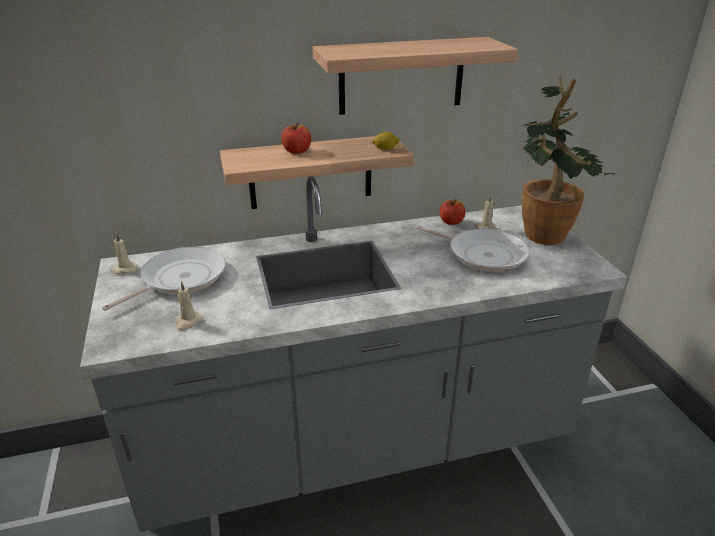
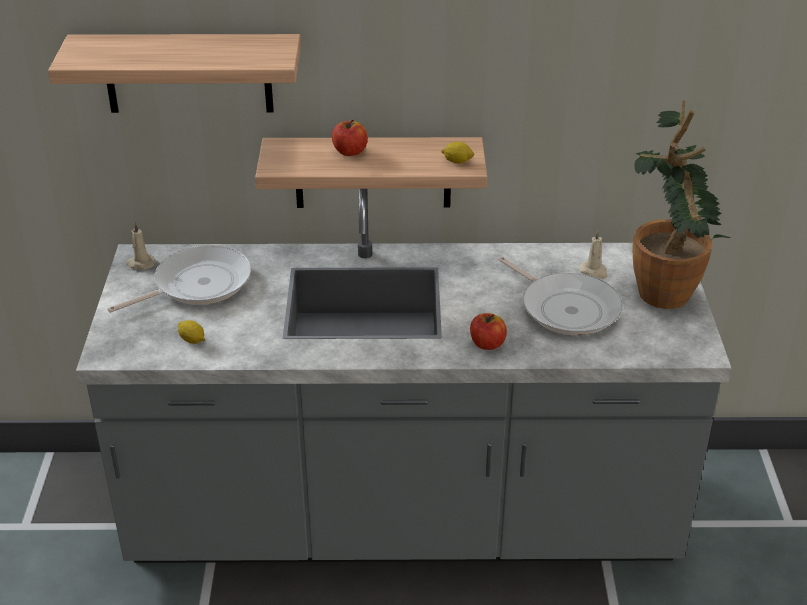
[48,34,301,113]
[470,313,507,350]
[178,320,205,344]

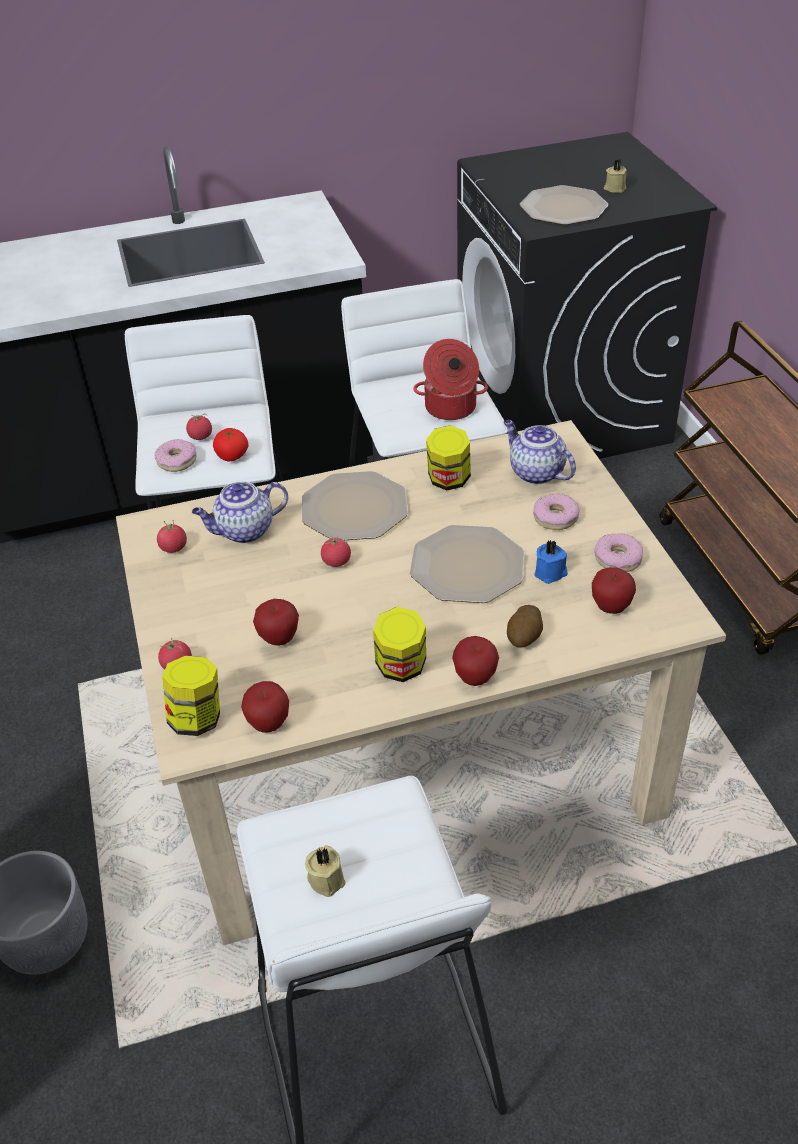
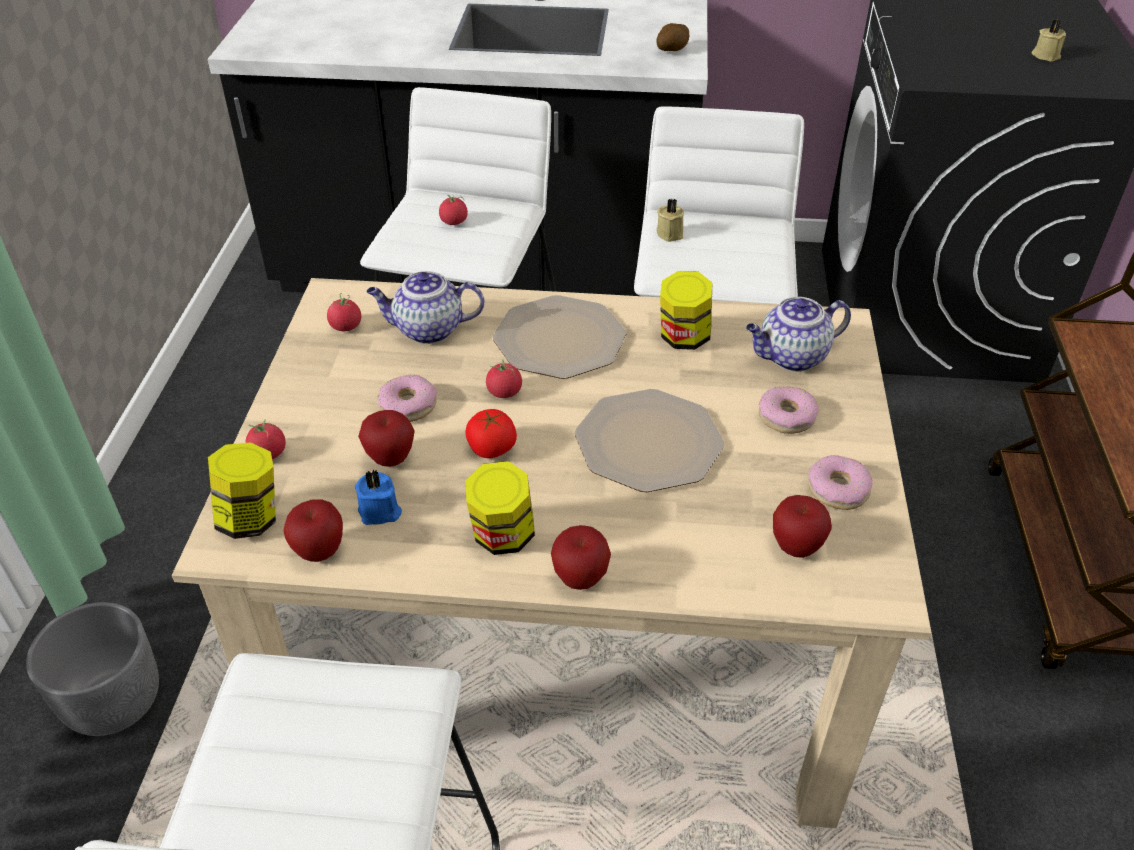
[520,185,608,225] (first image)
[413,339,488,420] (first image)
[746,297,851,372]
[465,409,517,458]
[378,375,437,422]
[355,469,402,525]
[657,23,689,51]
[656,199,684,242]

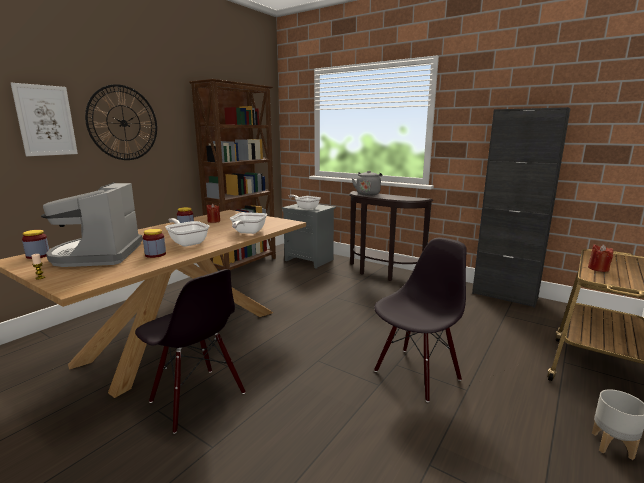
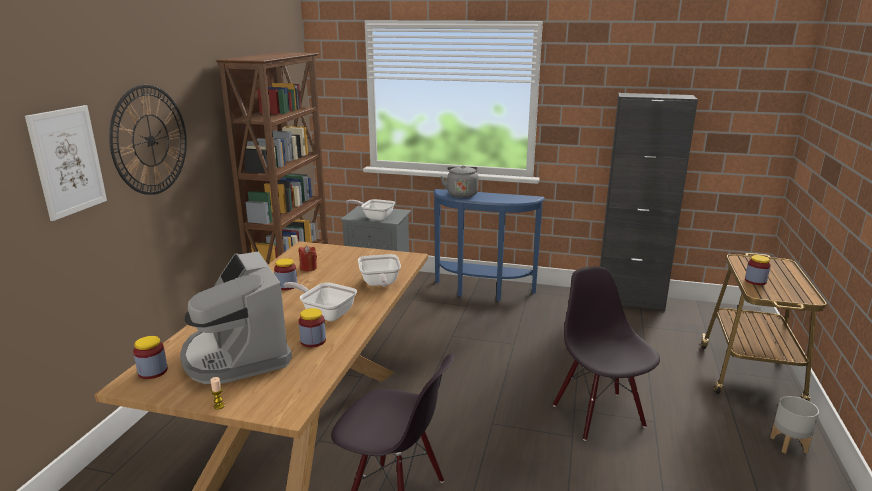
[434,189,545,301]
[553,266,660,441]
[745,255,771,285]

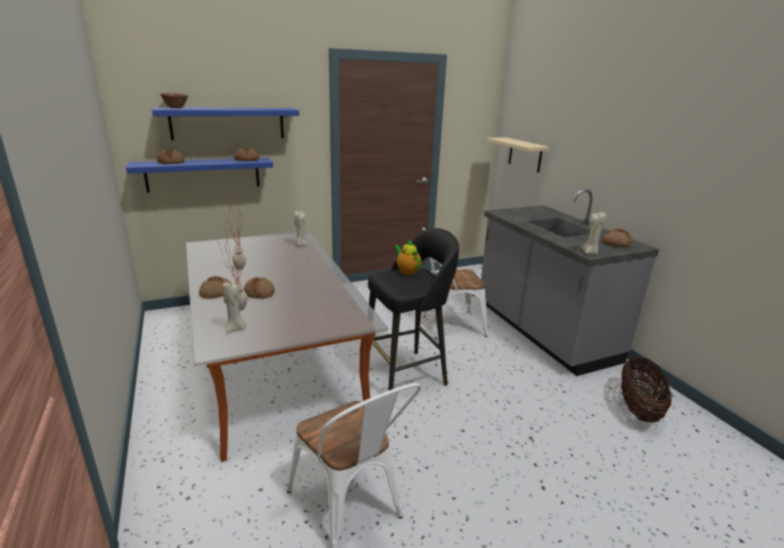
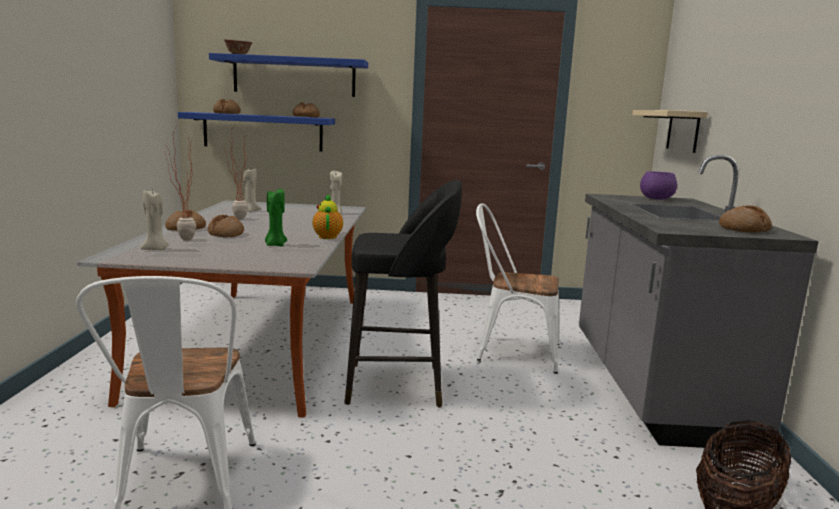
[243,167,261,212]
[312,194,343,239]
[640,171,677,200]
[265,188,287,246]

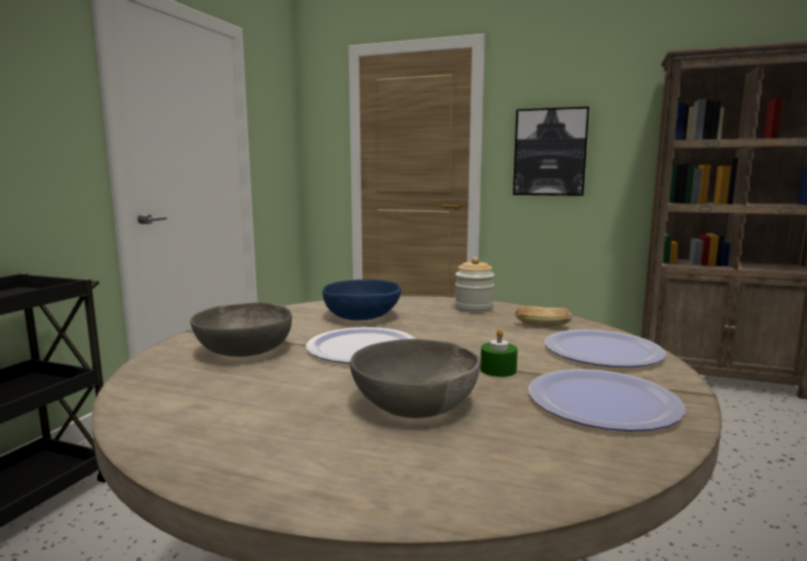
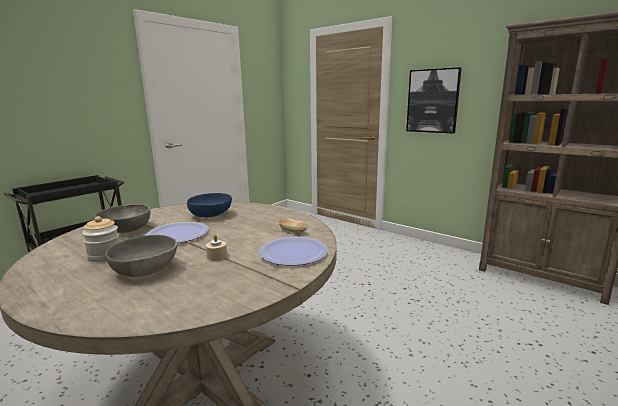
[82,216,120,262]
[206,234,227,261]
[529,369,685,431] (first image)

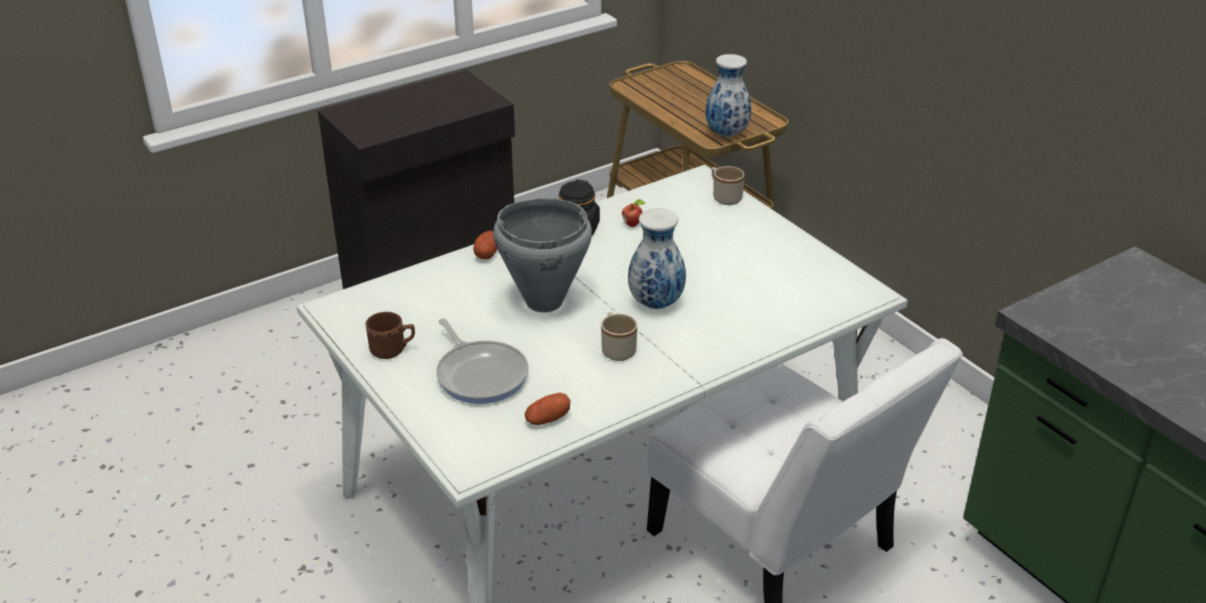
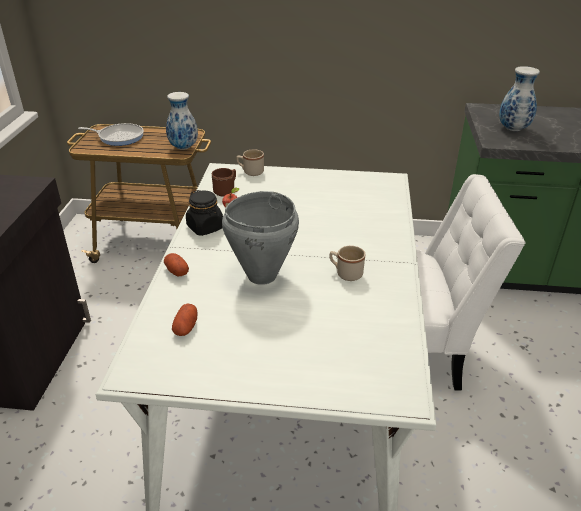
[499,66,540,131]
[212,168,236,196]
[78,123,144,146]
[172,304,198,336]

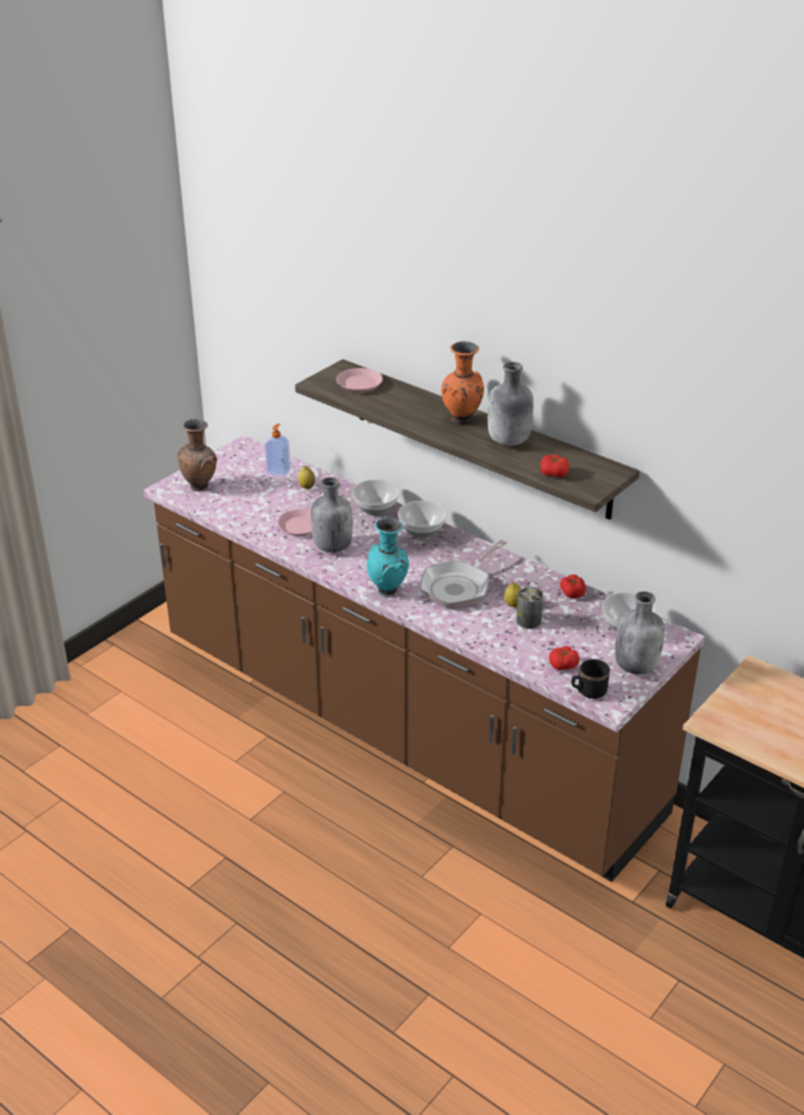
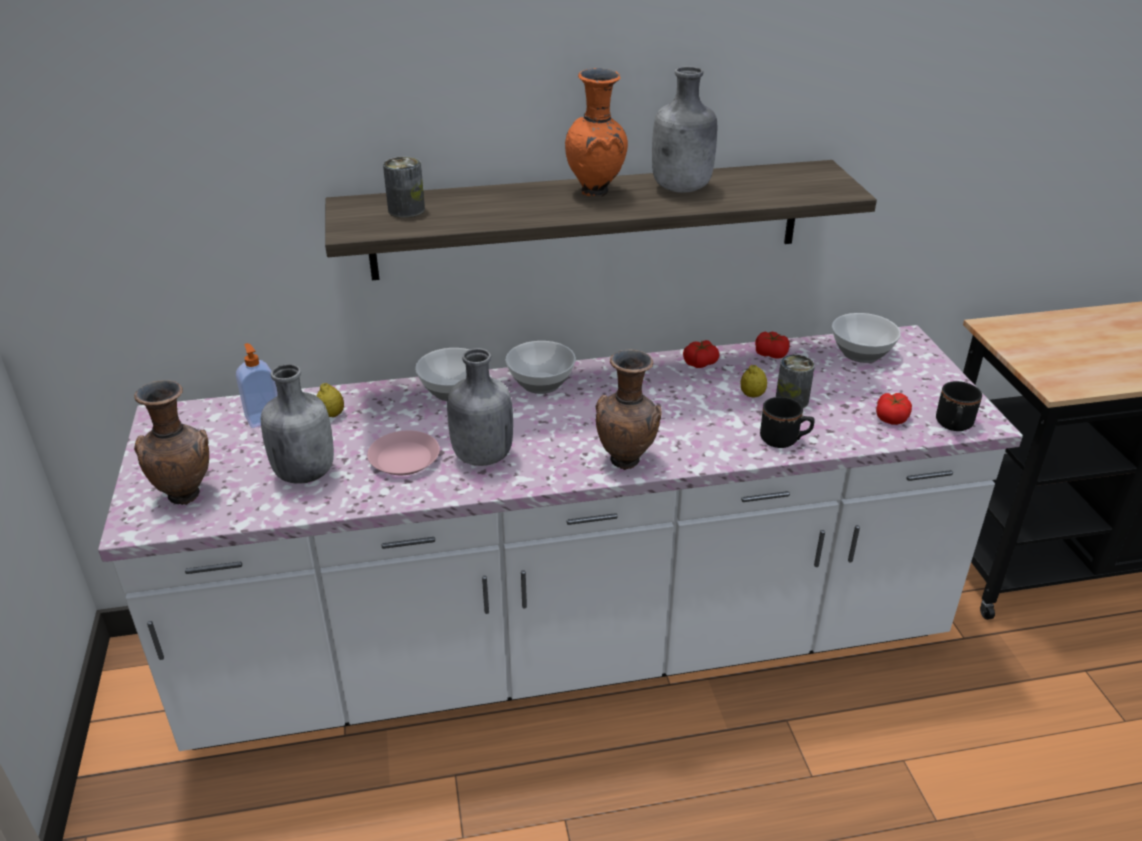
[383,156,425,218]
[98,325,1023,751]
[683,340,719,368]
[596,349,662,470]
[420,540,507,609] (first image)
[261,364,334,484]
[760,397,815,448]

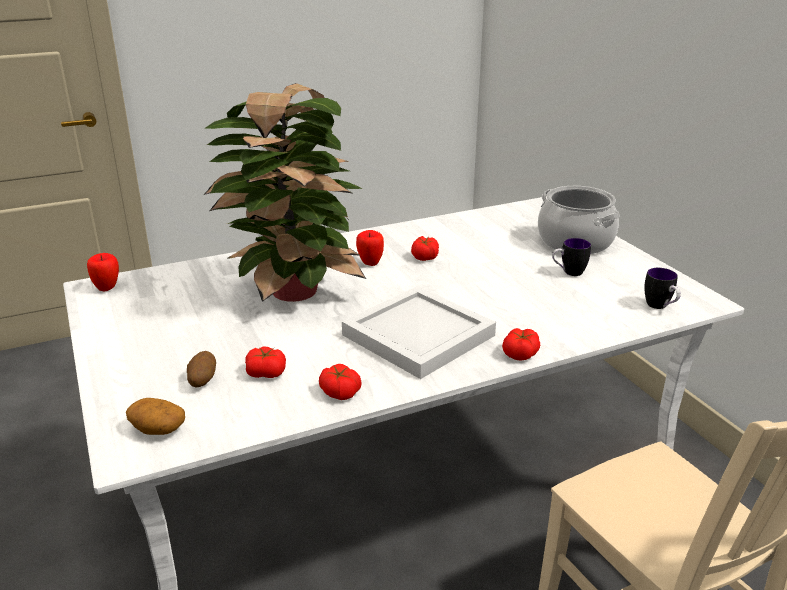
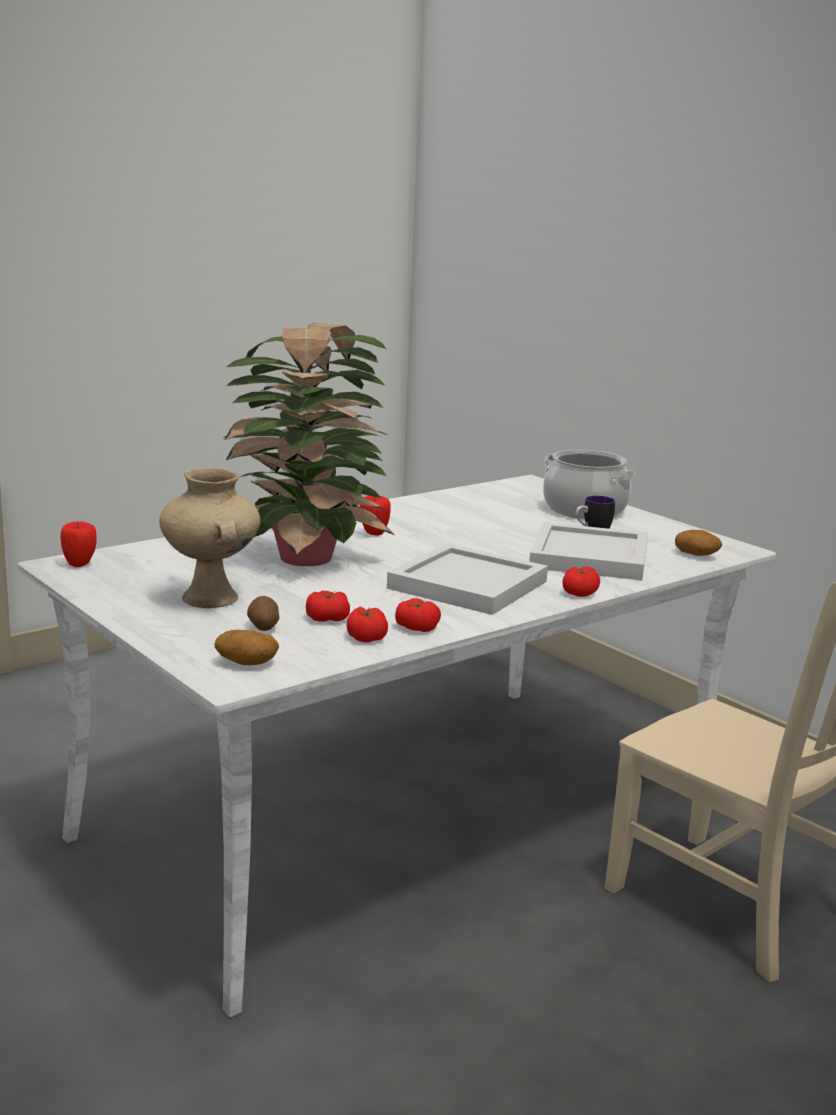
[347,607,388,642]
[675,530,722,556]
[159,468,260,608]
[529,522,648,580]

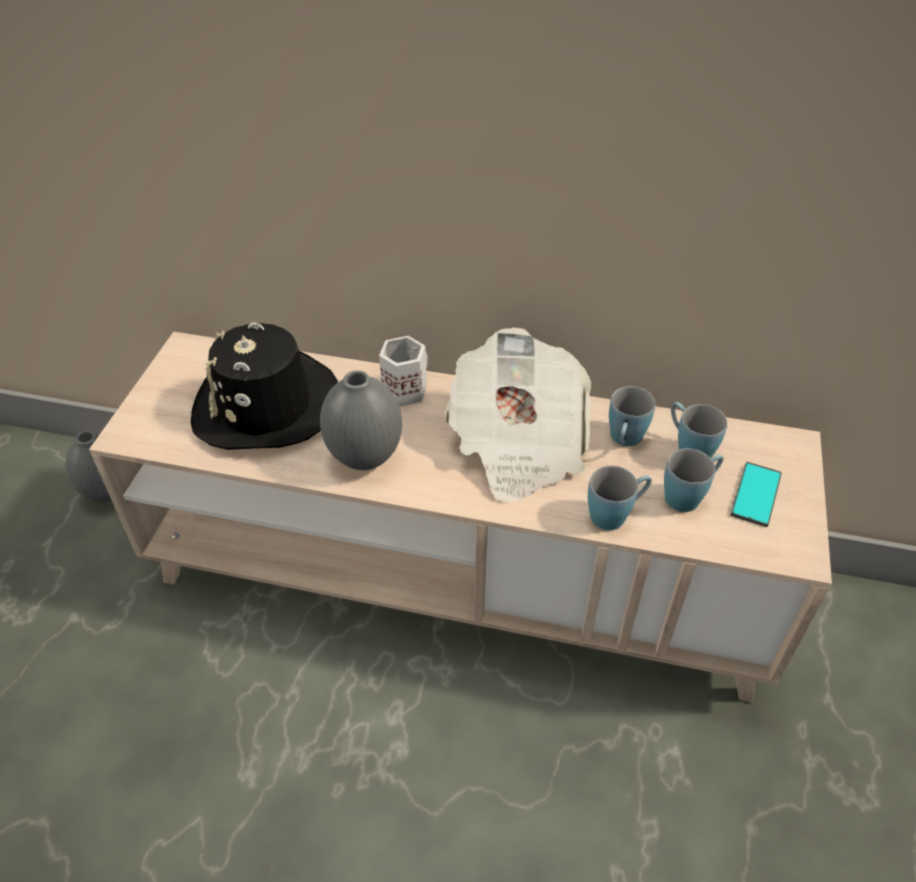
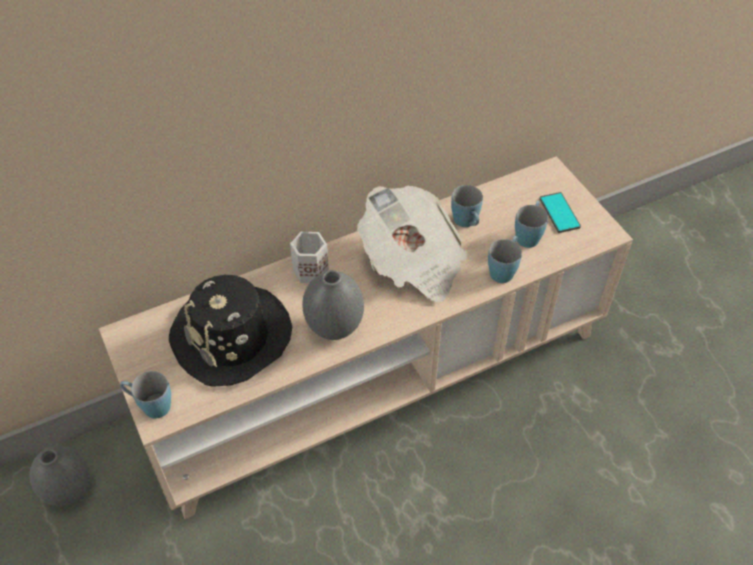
[120,371,171,419]

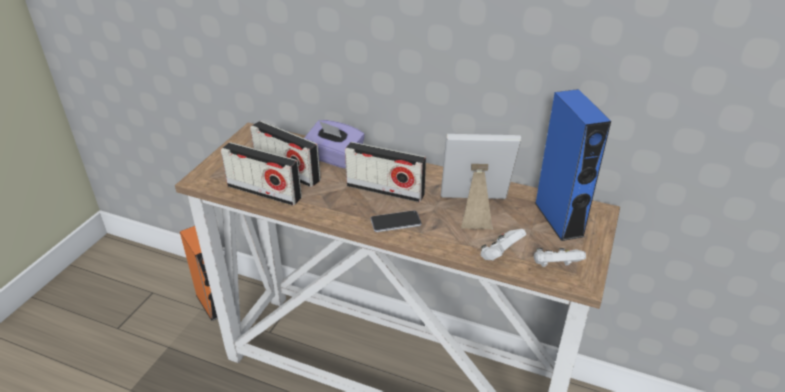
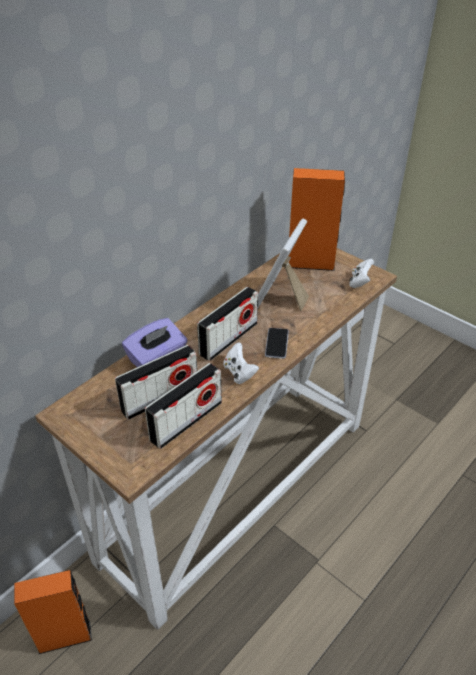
[288,168,345,271]
[223,342,259,384]

